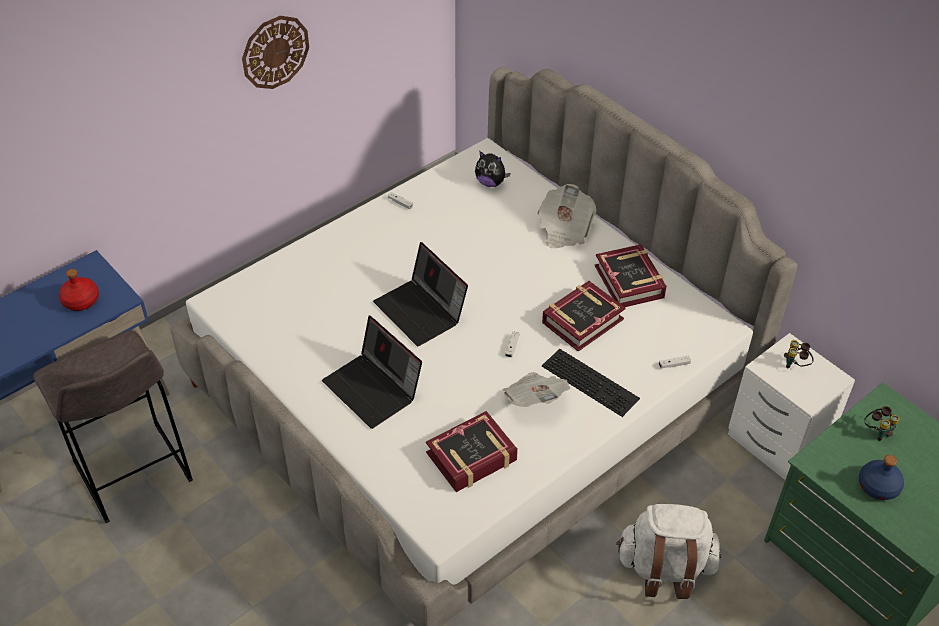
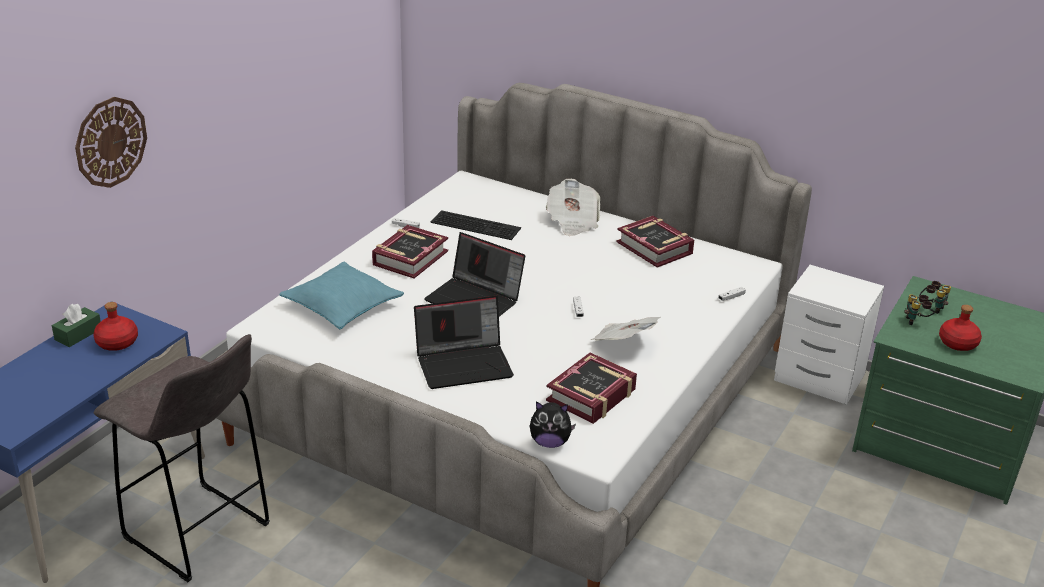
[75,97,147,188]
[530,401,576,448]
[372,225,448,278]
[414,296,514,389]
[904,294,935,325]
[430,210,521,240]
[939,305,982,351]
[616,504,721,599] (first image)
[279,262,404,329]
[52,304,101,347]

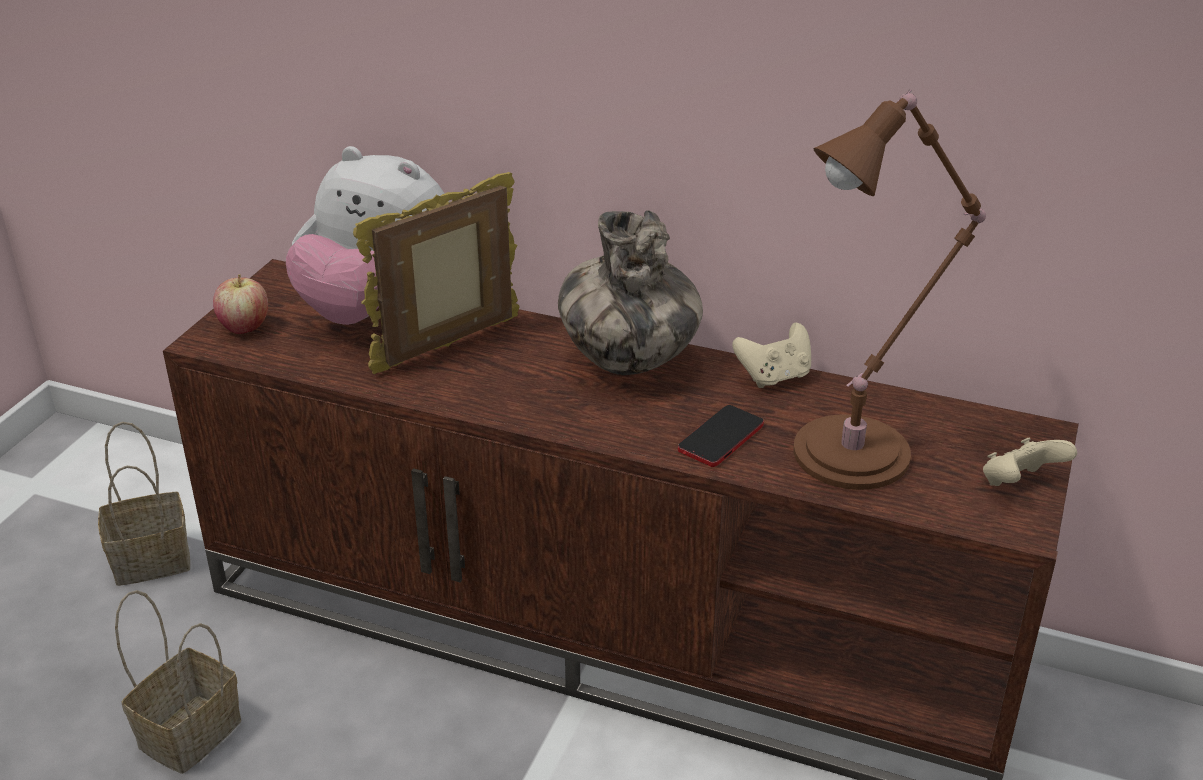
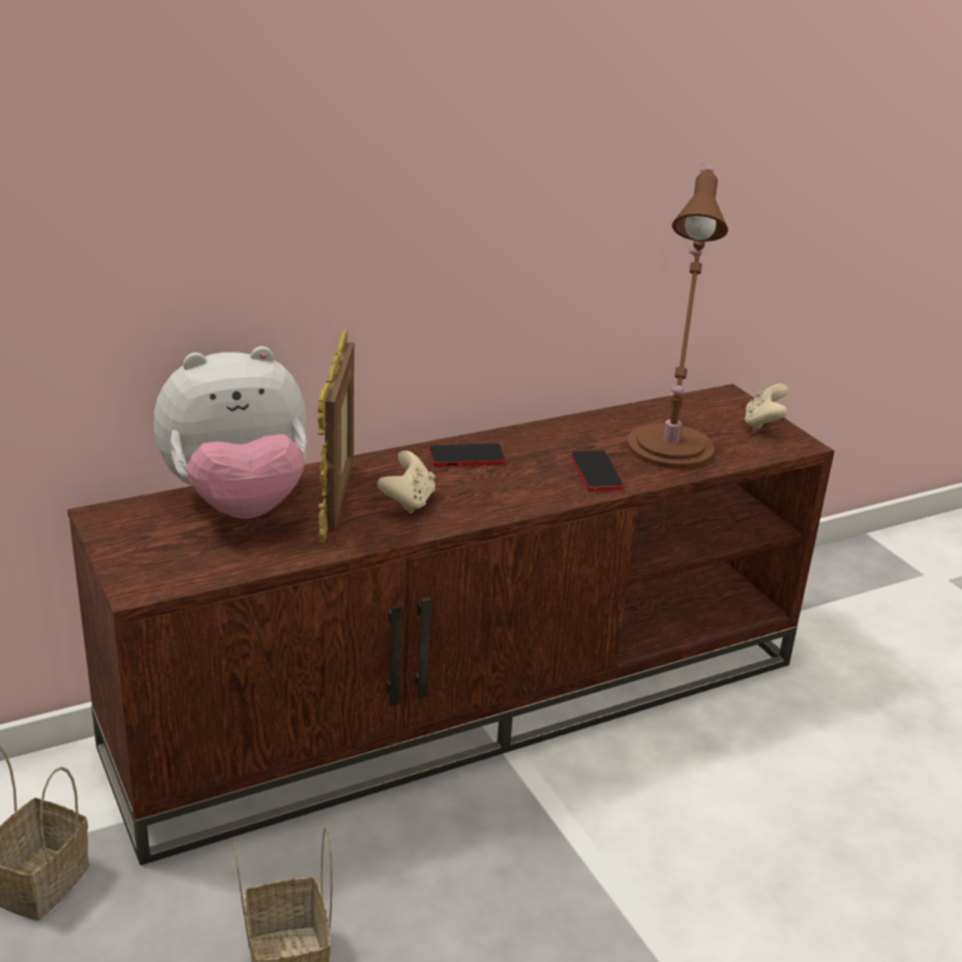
[429,443,505,467]
[213,274,268,334] (first image)
[377,451,435,514]

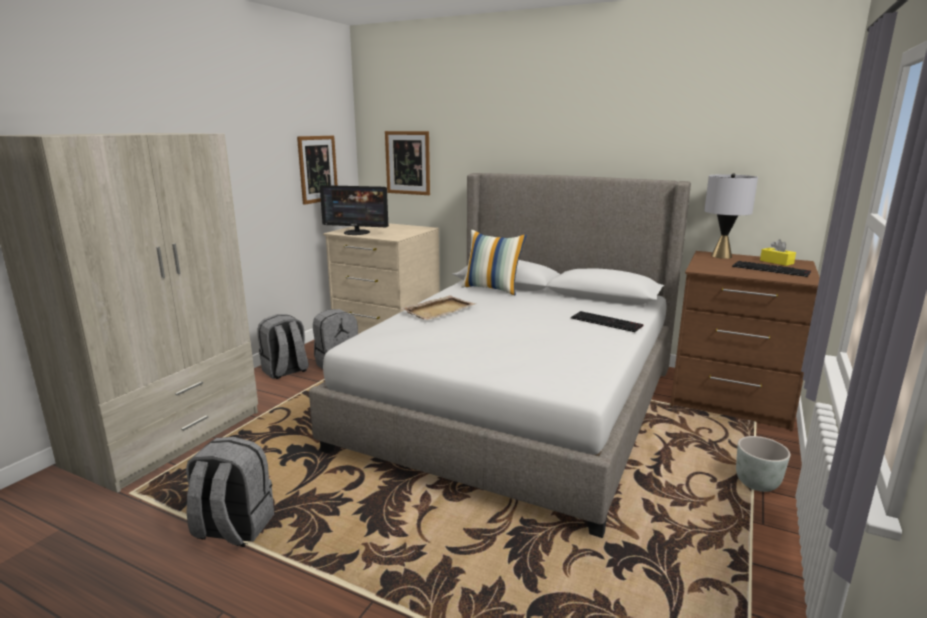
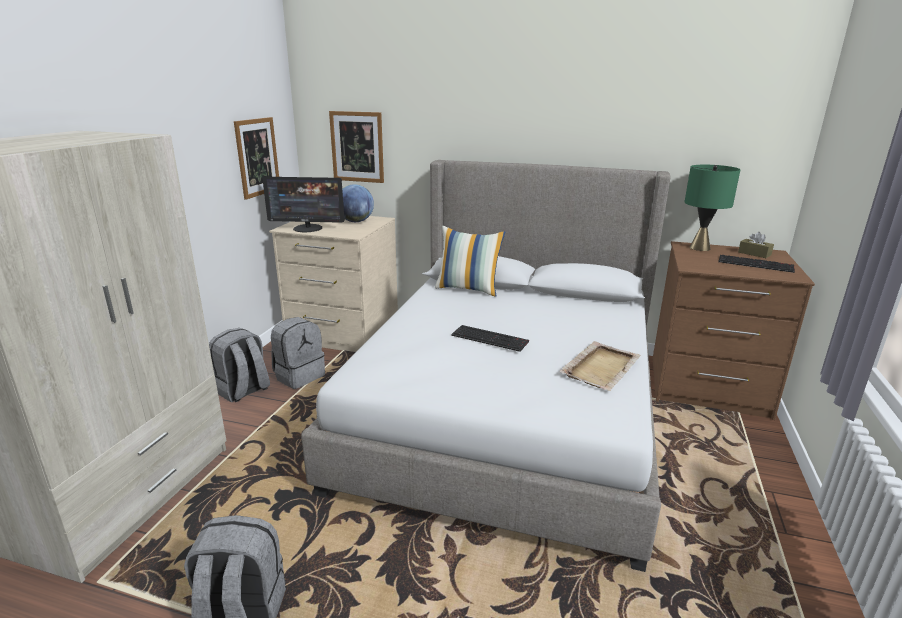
[685,165,740,251]
[738,232,774,258]
[559,341,641,391]
[451,325,529,352]
[736,436,790,492] (first image)
[342,184,374,222]

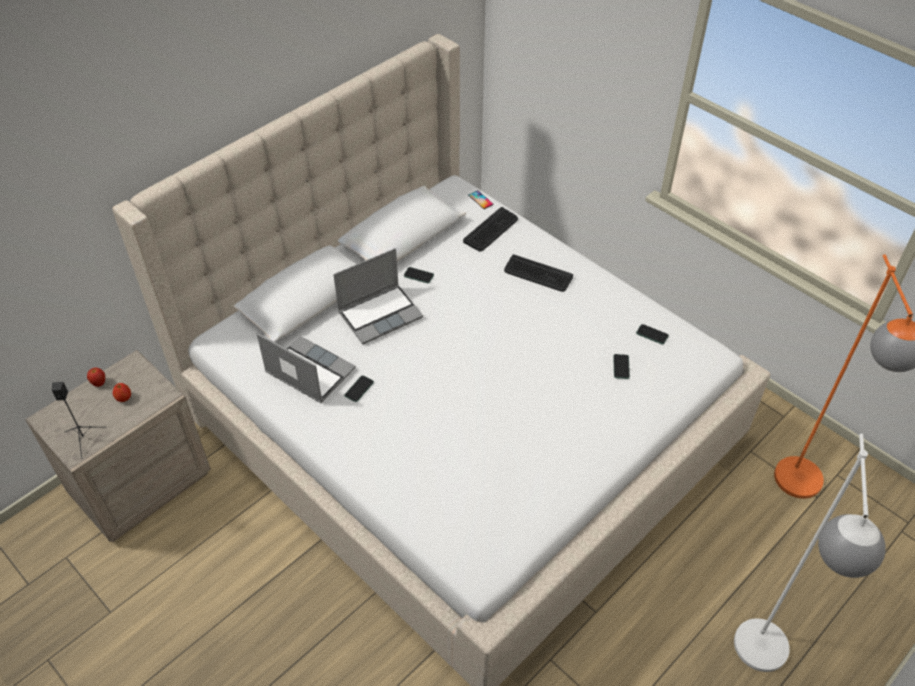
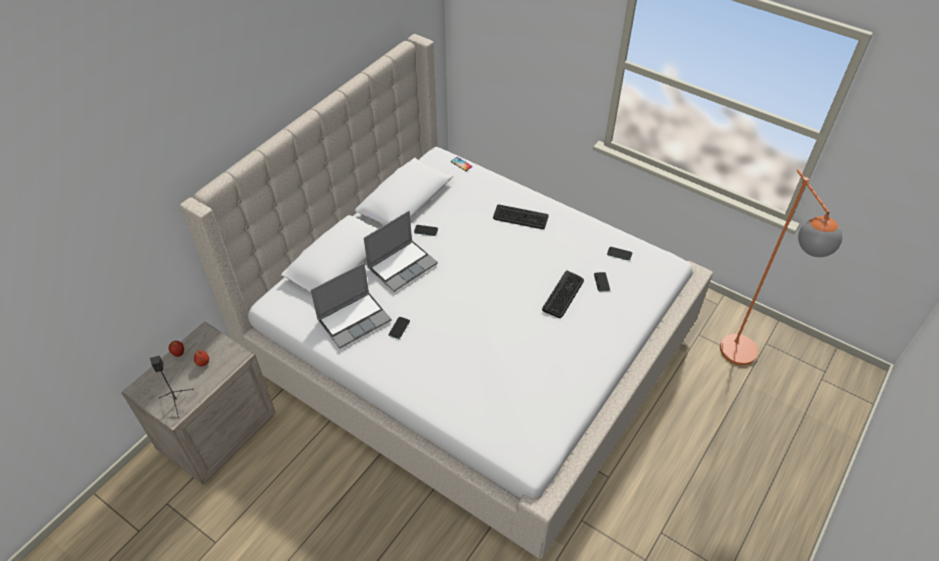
[542,270,584,318]
[311,263,391,349]
[734,434,886,672] (first image)

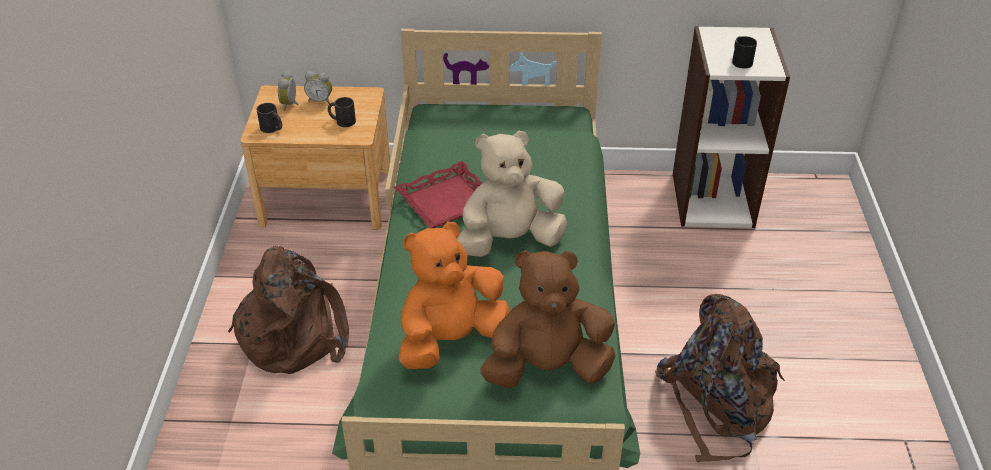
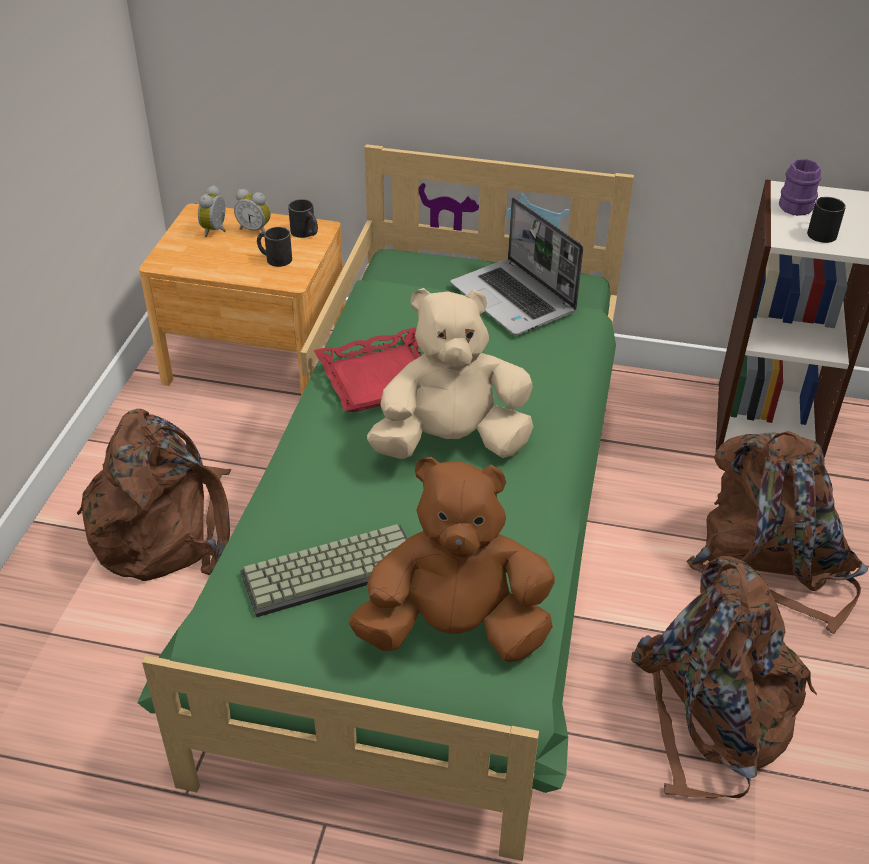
[288,199,318,238]
[240,524,408,617]
[779,159,821,216]
[450,197,583,335]
[686,431,868,634]

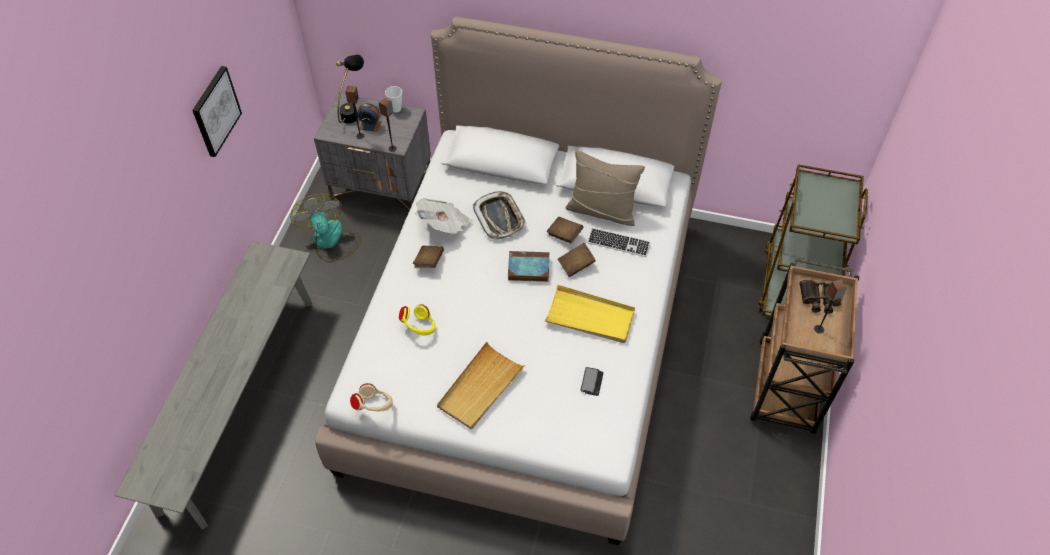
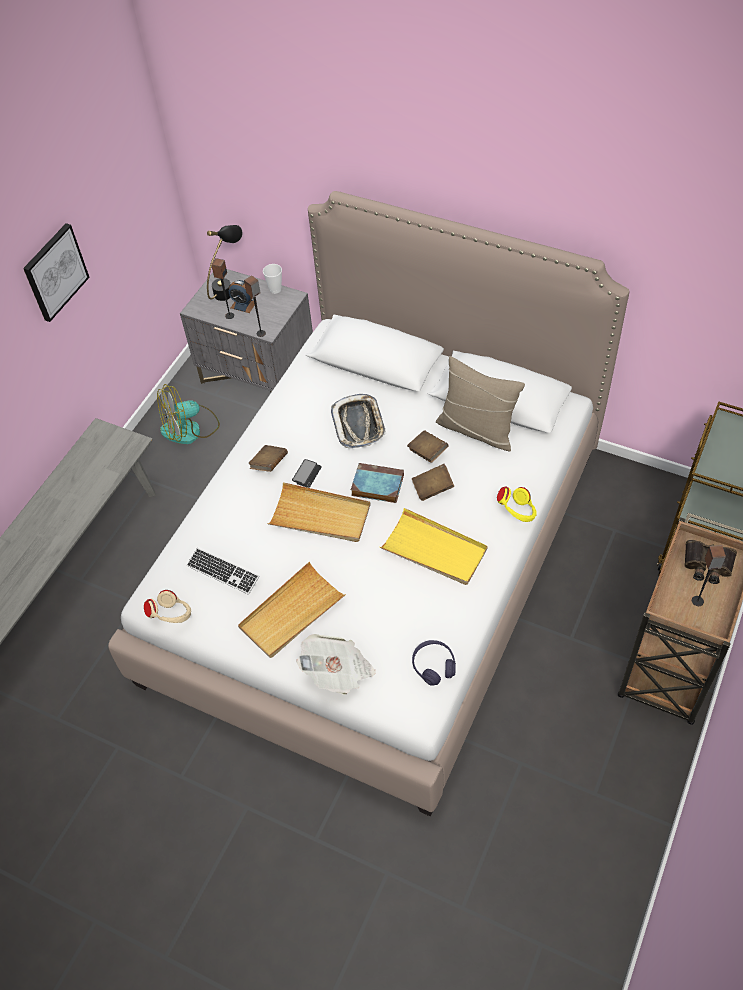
[157,384,220,444]
[296,634,376,695]
[186,548,260,595]
[497,487,537,522]
[292,459,322,488]
[268,482,371,542]
[412,640,456,686]

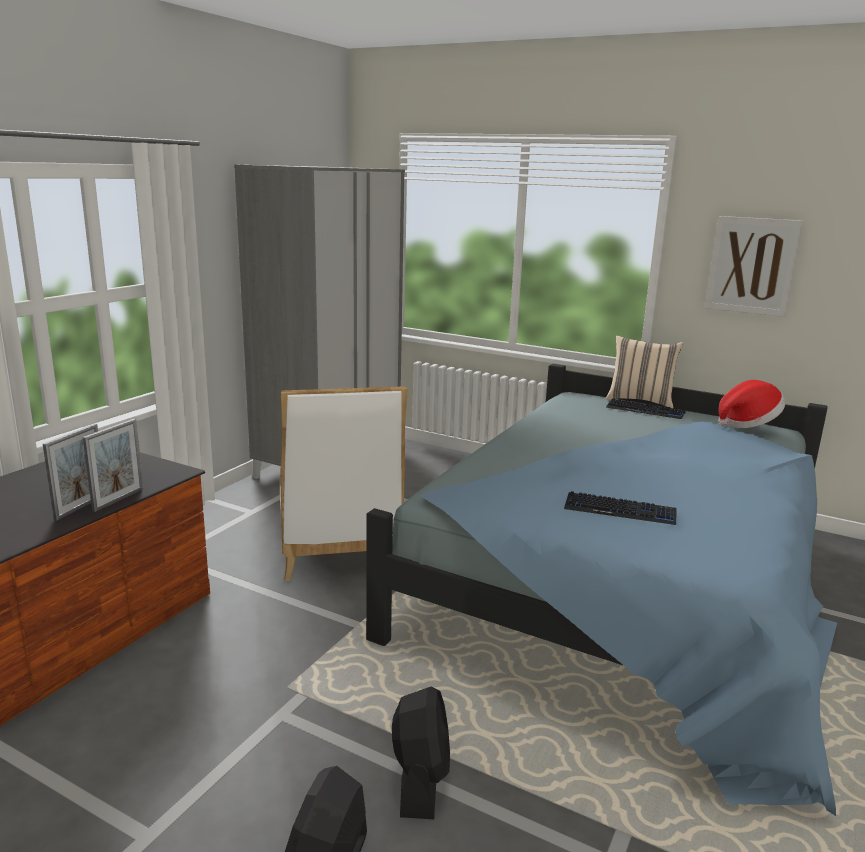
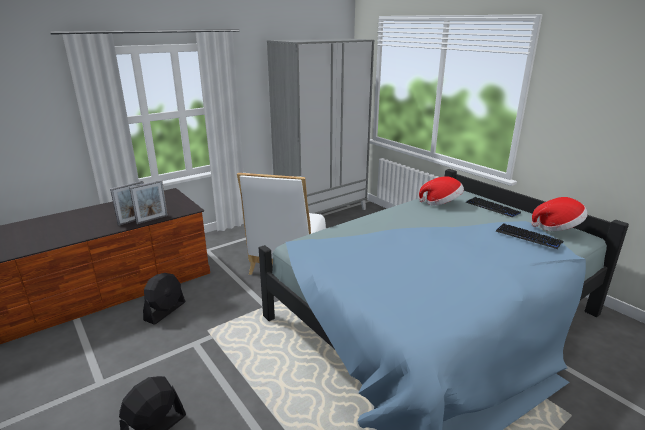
[705,216,803,317] (first image)
[606,336,683,408] (first image)
[496,223,563,249]
[143,273,185,325]
[419,176,464,205]

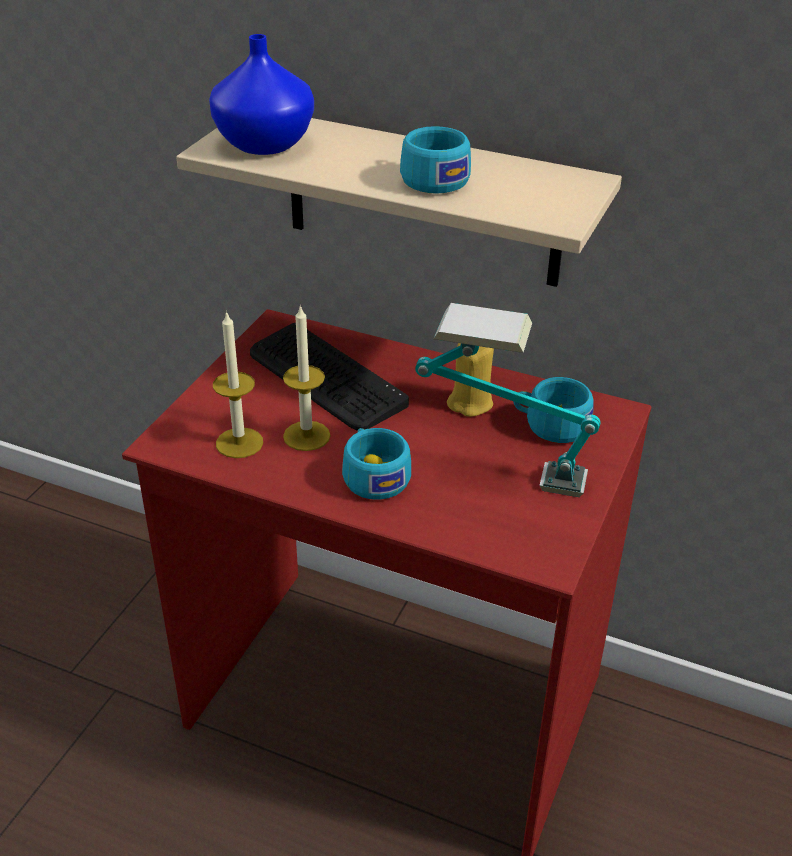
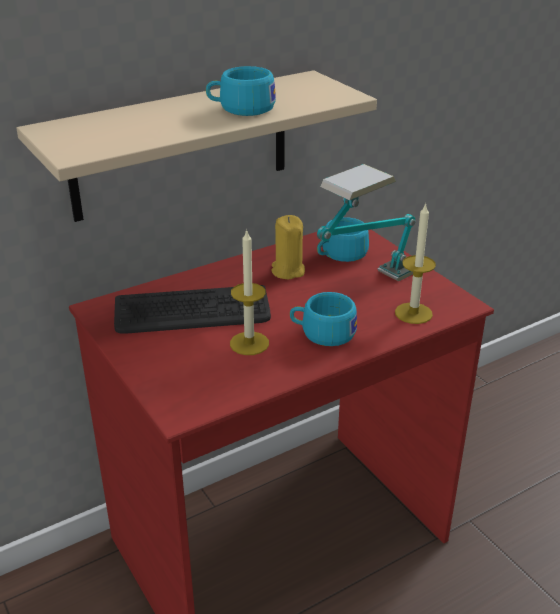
[209,34,314,155] (first image)
[395,202,436,324]

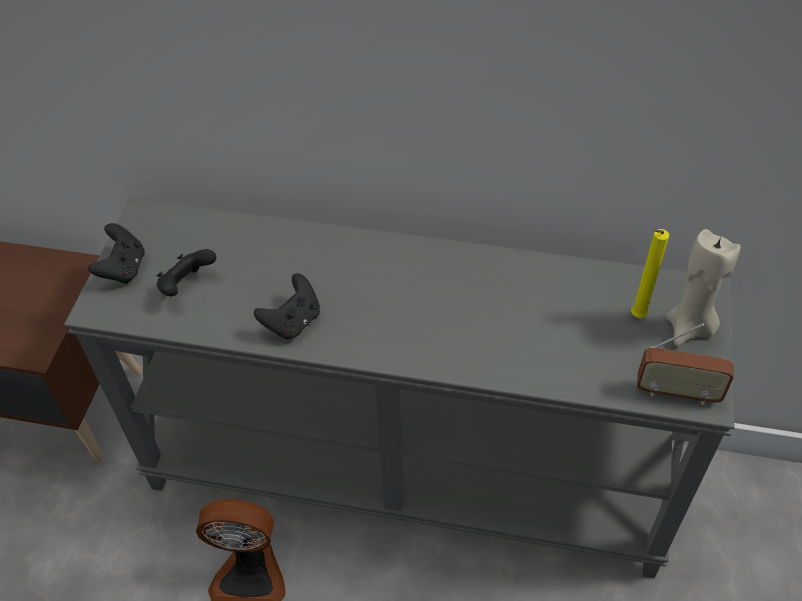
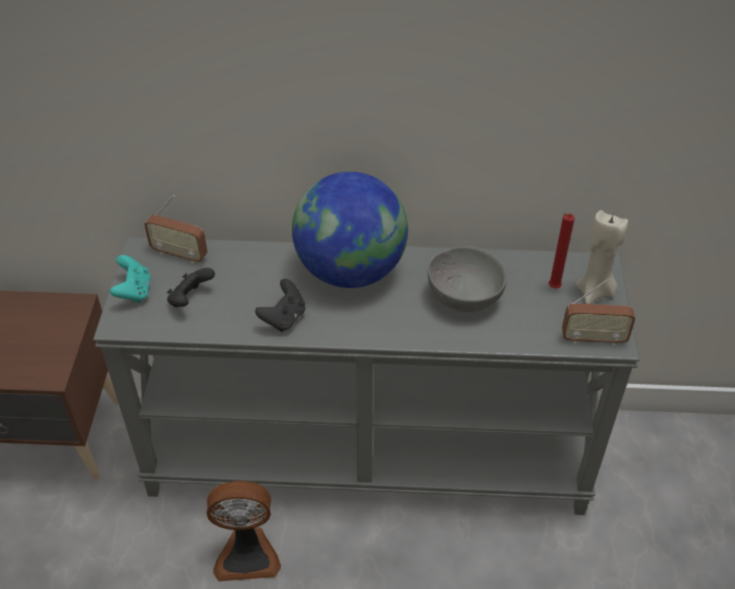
[110,255,151,303]
[549,213,575,289]
[292,172,408,288]
[144,195,208,264]
[428,246,507,312]

